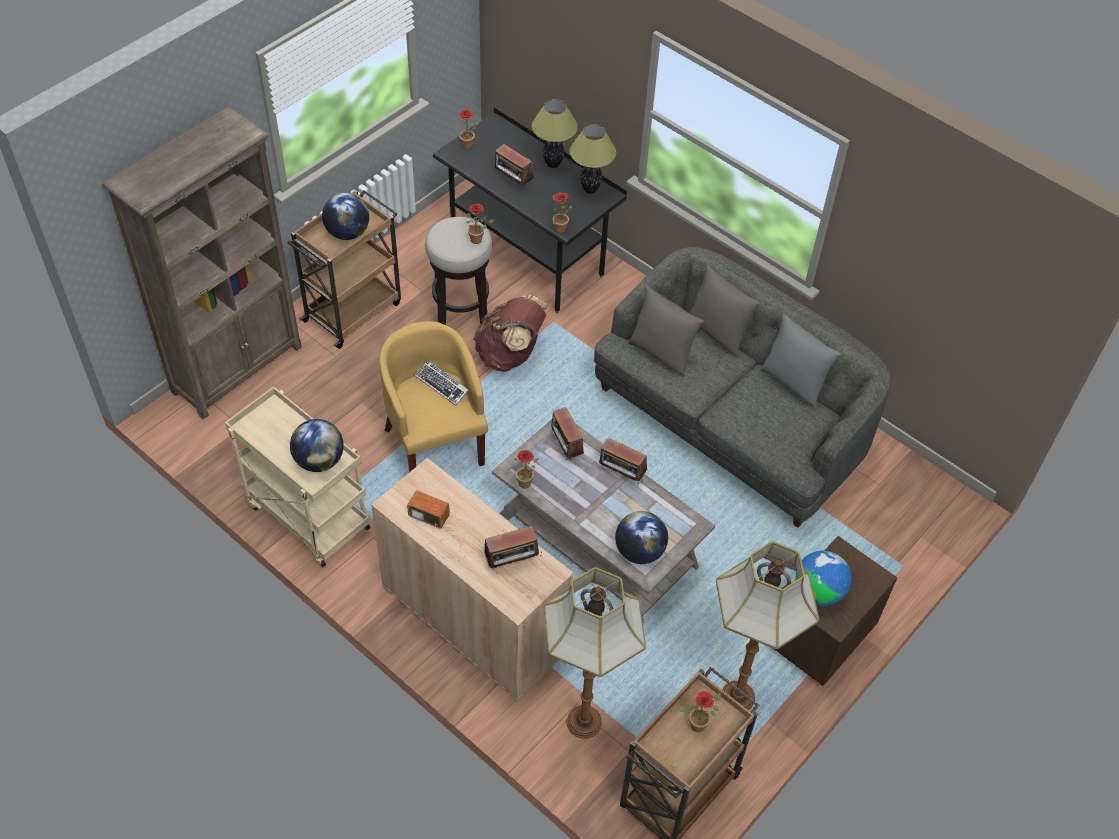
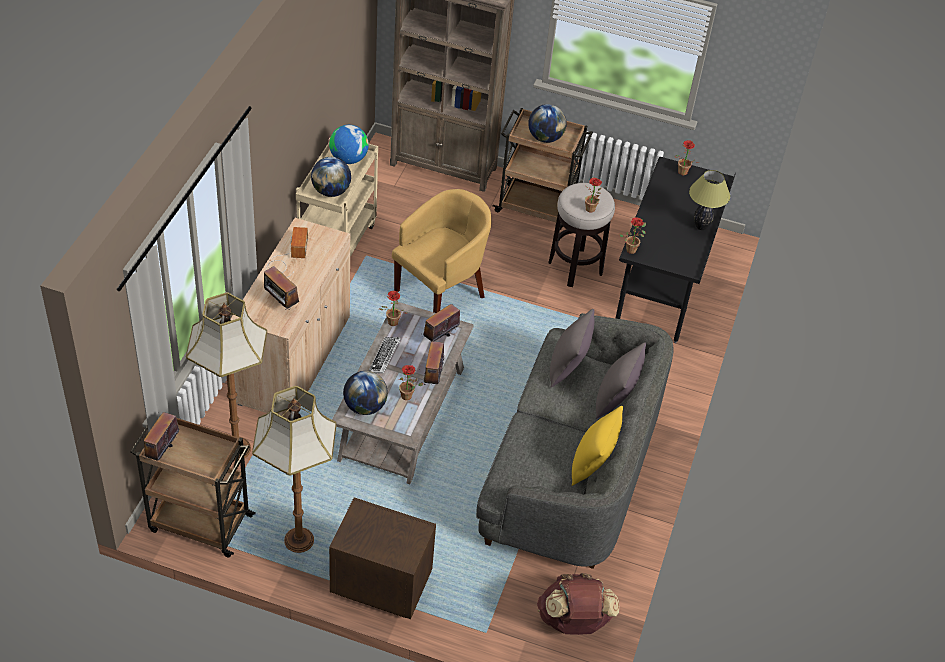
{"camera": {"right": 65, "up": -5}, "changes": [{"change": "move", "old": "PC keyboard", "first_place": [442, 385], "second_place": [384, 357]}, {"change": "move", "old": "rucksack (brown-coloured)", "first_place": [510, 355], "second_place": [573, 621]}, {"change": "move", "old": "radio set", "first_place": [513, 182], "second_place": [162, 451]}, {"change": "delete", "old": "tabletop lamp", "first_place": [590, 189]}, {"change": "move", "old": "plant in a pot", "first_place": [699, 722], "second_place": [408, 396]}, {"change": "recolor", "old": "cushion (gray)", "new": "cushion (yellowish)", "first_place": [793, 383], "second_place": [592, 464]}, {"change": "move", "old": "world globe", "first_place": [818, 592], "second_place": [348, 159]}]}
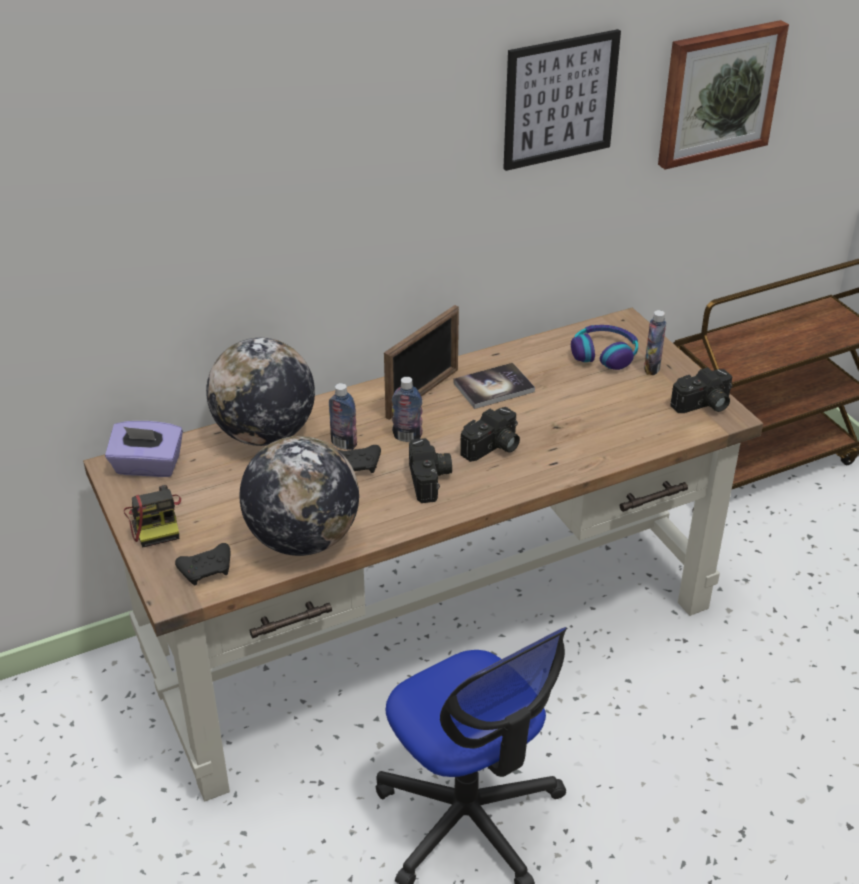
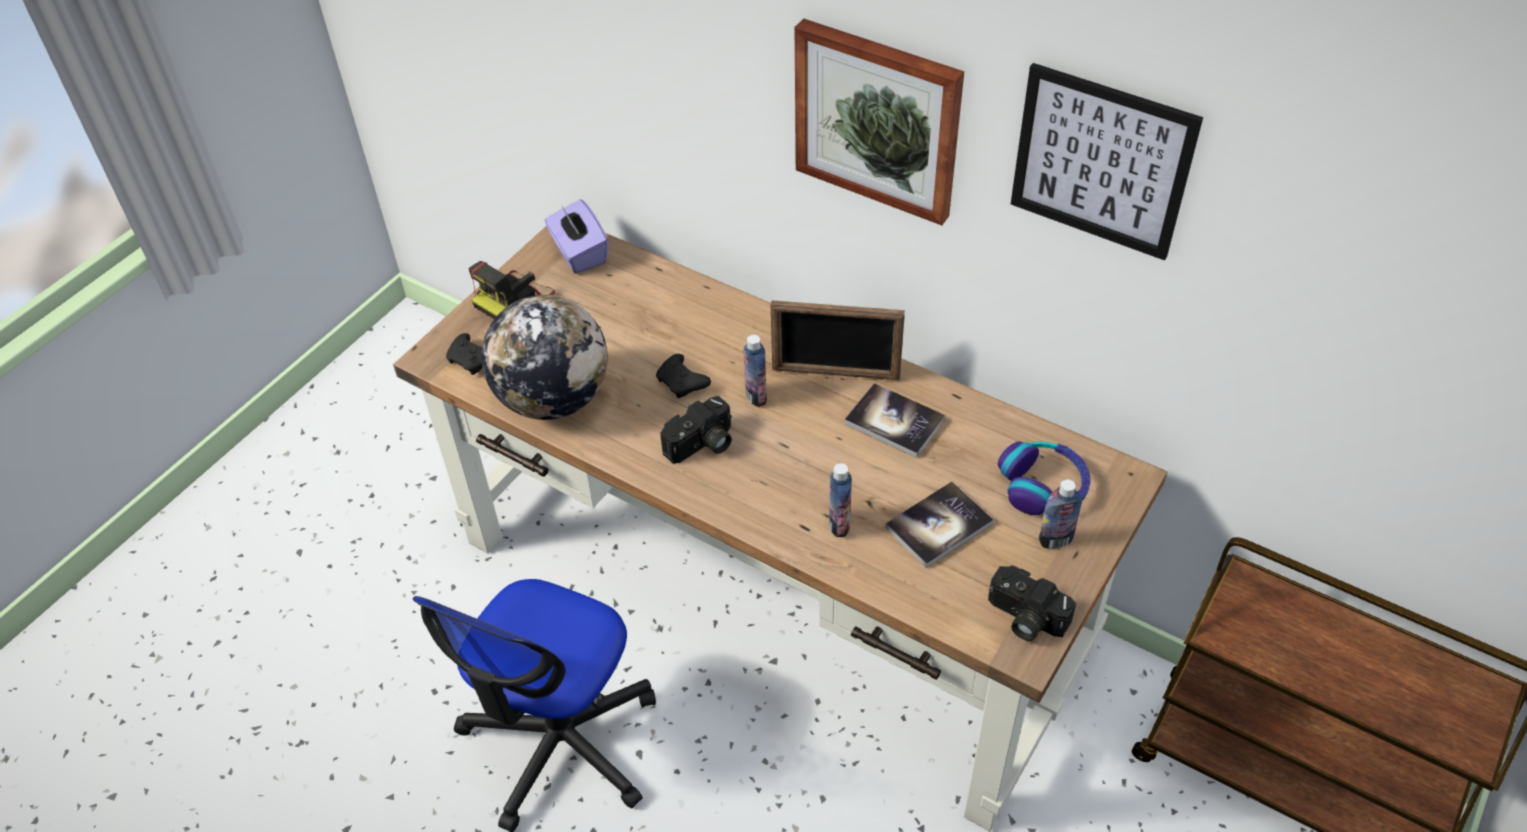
{"camera": {"right": 60, "up": 10}, "changes": [{"change": "delete", "old": "world globe", "first_place": [265, 434]}, {"change": "move", "old": "drink bottle", "first_place": [344, 444], "second_place": [839, 524]}, {"change": "delete", "old": "still camera", "first_place": [493, 448]}, {"change": "move", "old": "picture", "first_place": [718, 93], "second_place": [878, 119]}, {"change": "insert", "new": "book", "second_place": [939, 526]}]}
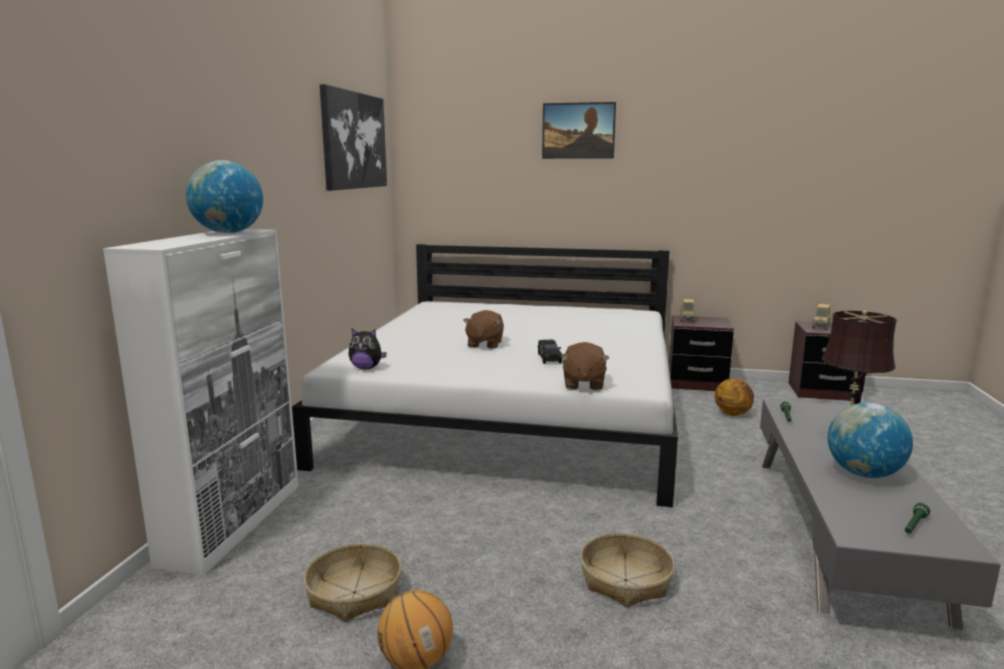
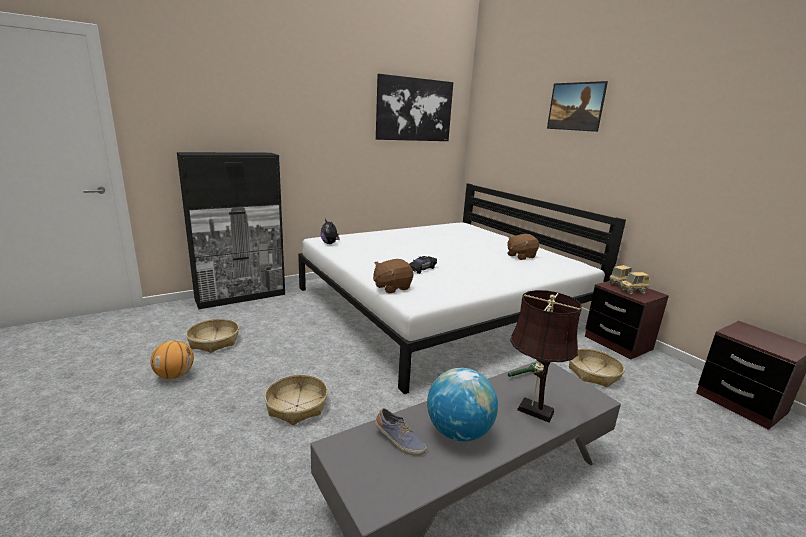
{"camera": {"right": 45, "up": 5}, "changes": [{"change": "recolor", "old": "storage cabinet (whitish)", "new": "storage cabinet (black)", "first_place": [234, 522], "second_place": [241, 296]}, {"change": "delete", "old": "world globe", "first_place": [228, 233]}, {"change": "move", "old": "soft toy (brown-coloured)", "first_place": [484, 344], "second_place": [520, 256]}, {"change": "replace", "old": "basketball ball", "new": "basket", "first_place": [733, 414], "second_place": [593, 373]}, {"change": "move", "old": "toy lorry", "first_place": [820, 327], "second_place": [632, 292]}, {"change": "delete", "old": "torch (greenish)", "first_place": [914, 526]}, {"change": "insert", "new": "shoe", "second_place": [399, 441]}]}
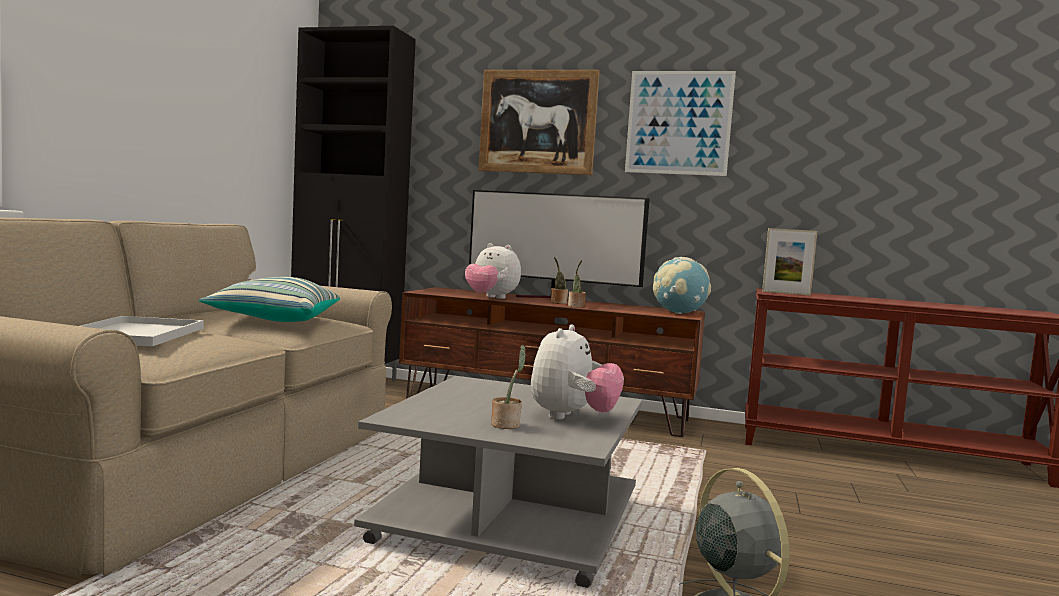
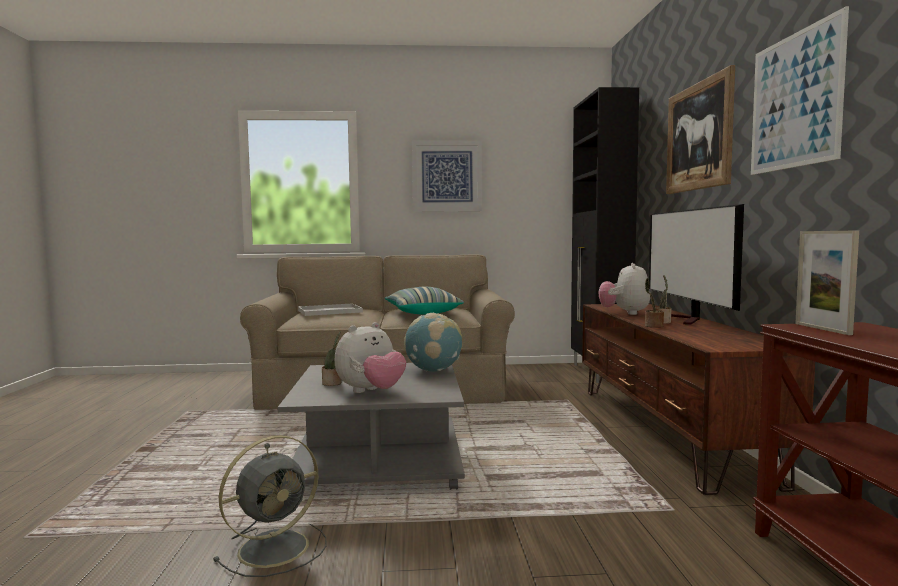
{"camera": {"right": 70, "up": 0}, "changes": [{"change": "rotate", "old": "soft toy", "first_place": [572, 417], "second_place": [371, 392], "degrees": -45}, {"change": "move", "old": "world globe", "first_place": [679, 313], "second_place": [433, 371]}, {"change": "insert", "new": "picture", "second_place": [447, 176]}]}
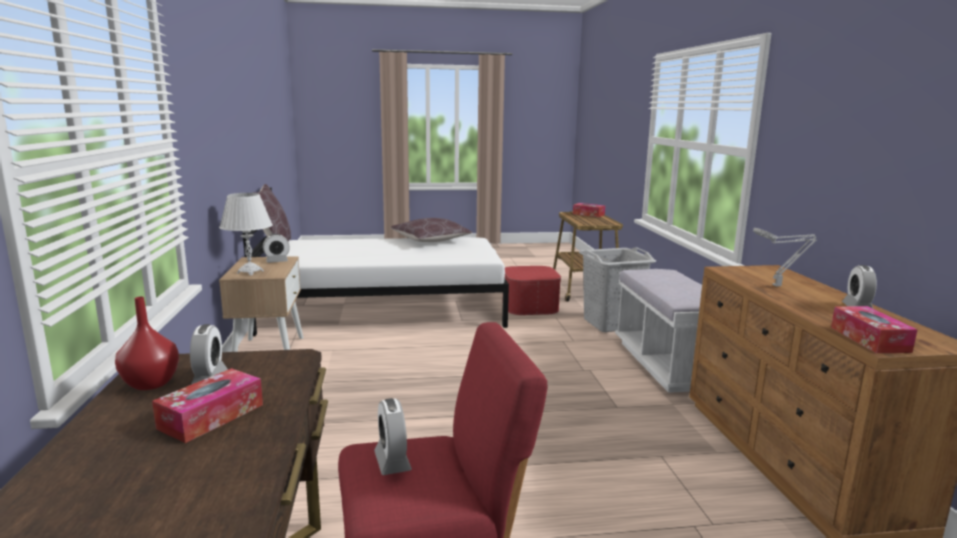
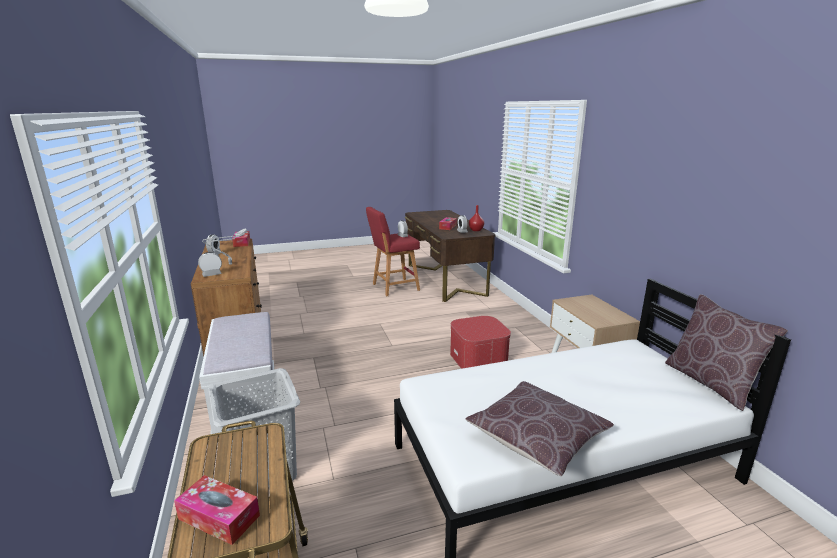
{"camera": {"right": 170, "up": 5}, "changes": [{"change": "delete", "old": "tabletop lamp (whitish)", "first_place": [250, 272]}, {"change": "move", "old": "table clock", "first_place": [277, 261], "second_place": [212, 274]}, {"change": "move", "old": "ottoman", "first_place": [529, 306], "second_place": [478, 357]}]}
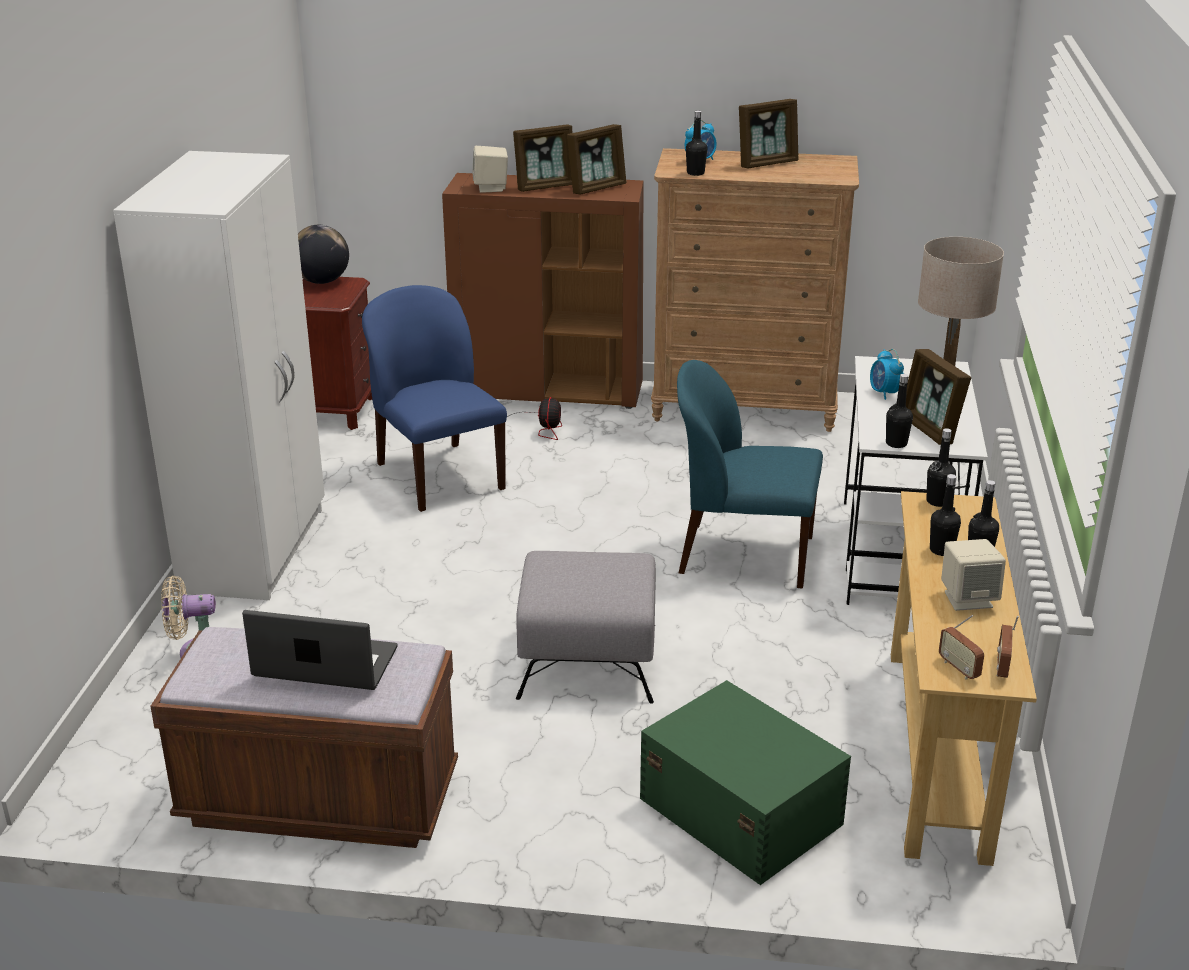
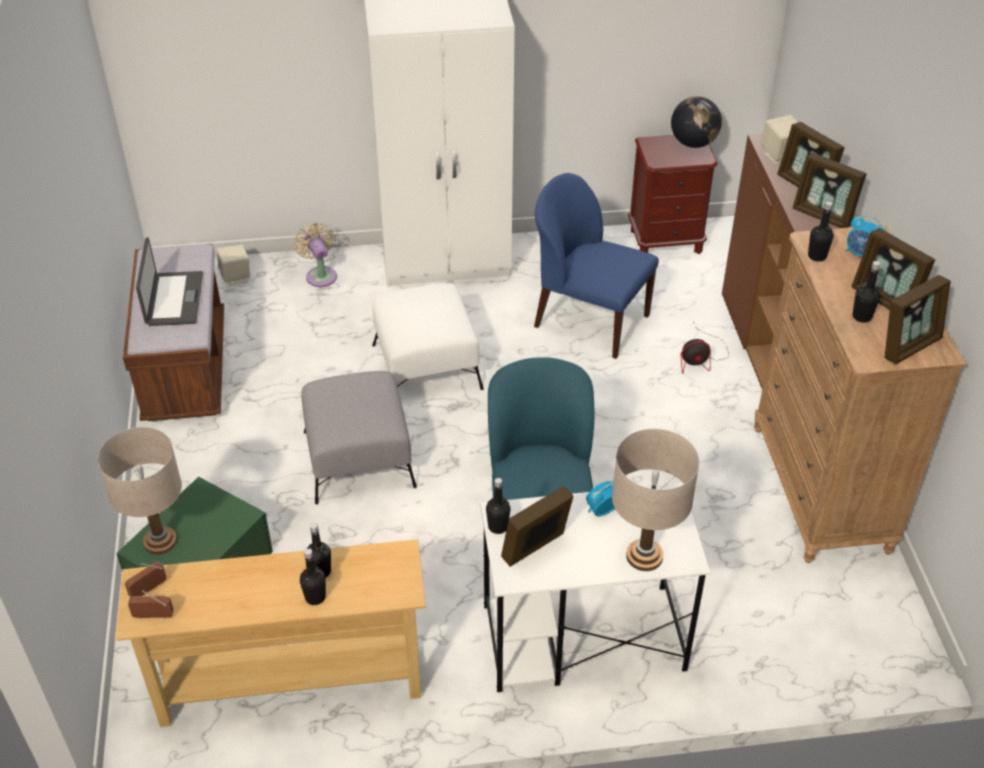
{"camera": {"right": 75, "up": 15}, "changes": [{"change": "rotate", "old": "chair (blue)", "first_place": [438, 475], "second_place": [589, 320], "degrees": -105}, {"change": "move", "old": "drink bottle (black)", "first_place": [937, 501], "second_place": [862, 316]}, {"change": "move", "old": "speaker (beige-coloured)", "first_place": [968, 599], "second_place": [236, 277]}, {"change": "insert", "new": "tabletop lamp (beige-coloured)", "second_place": [160, 542]}, {"change": "insert", "new": "ottoman (whitish)", "second_place": [426, 367]}, {"change": "insert", "new": "photo frame", "second_place": [909, 346]}]}
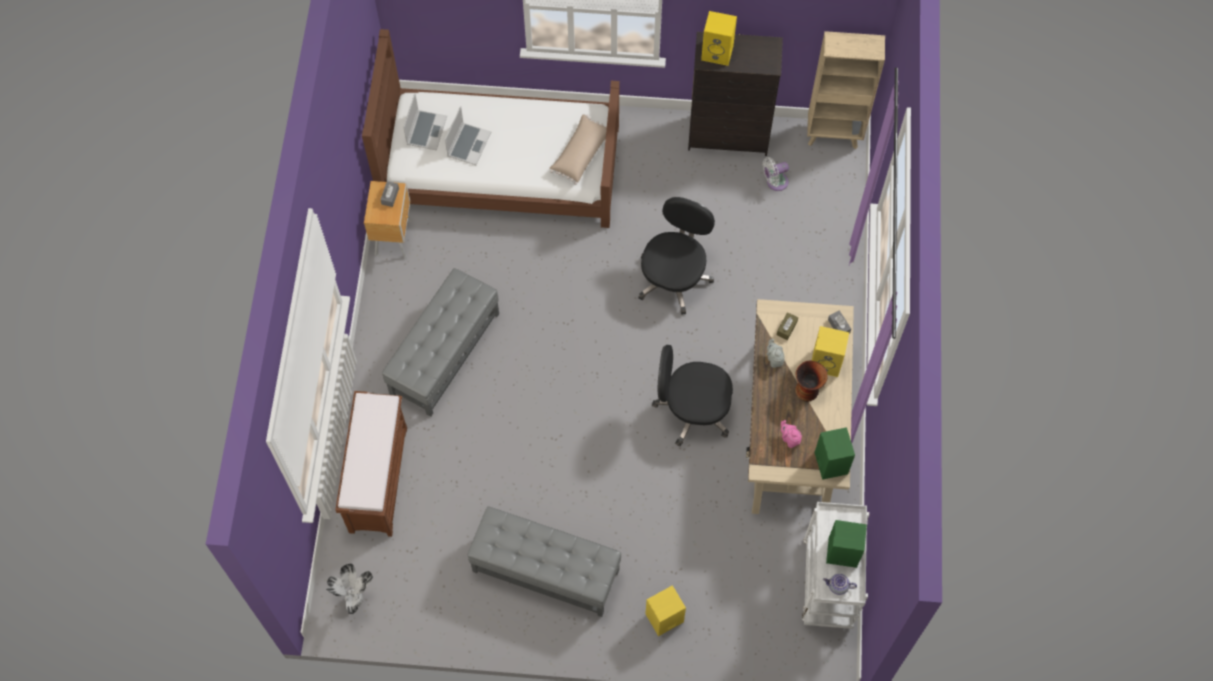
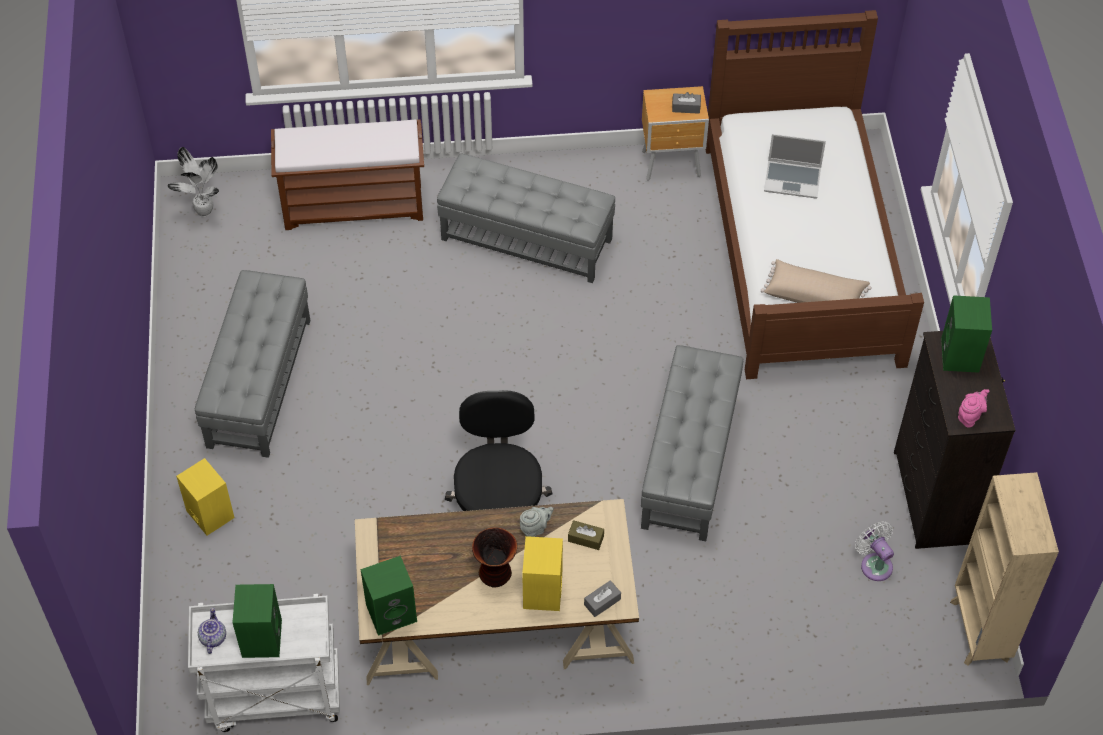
{"camera": {"right": 80, "up": -10}, "changes": [{"change": "delete", "old": "notebook computer", "first_place": [426, 130]}, {"change": "replace", "old": "computer chair (black)", "new": "ottoman (gray)", "first_place": [674, 277], "second_place": [690, 462]}, {"change": "recolor", "old": "speaker (yellowish)", "new": "speaker (greenish)", "first_place": [718, 52], "second_place": [961, 356]}, {"change": "move", "old": "teapot (pinkish)", "first_place": [789, 439], "second_place": [970, 416]}]}
